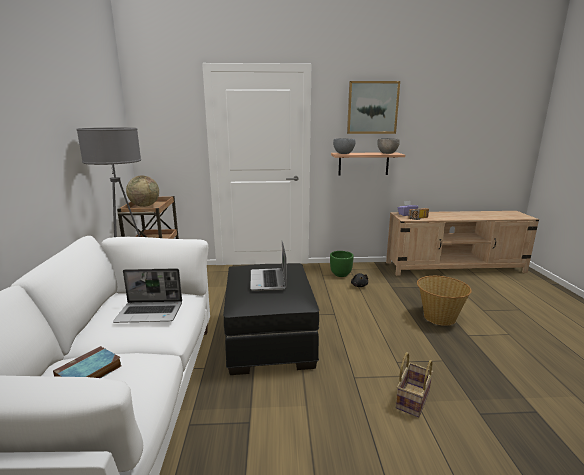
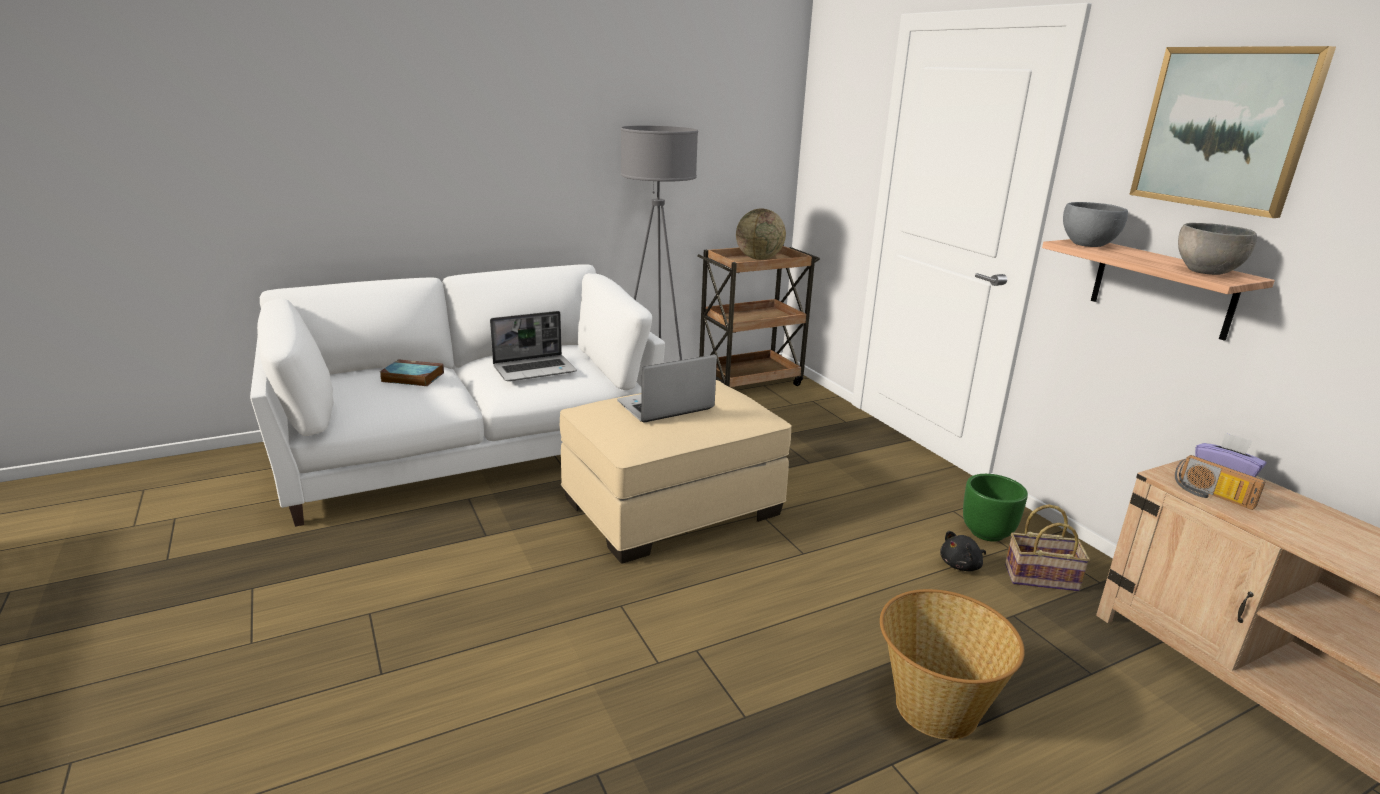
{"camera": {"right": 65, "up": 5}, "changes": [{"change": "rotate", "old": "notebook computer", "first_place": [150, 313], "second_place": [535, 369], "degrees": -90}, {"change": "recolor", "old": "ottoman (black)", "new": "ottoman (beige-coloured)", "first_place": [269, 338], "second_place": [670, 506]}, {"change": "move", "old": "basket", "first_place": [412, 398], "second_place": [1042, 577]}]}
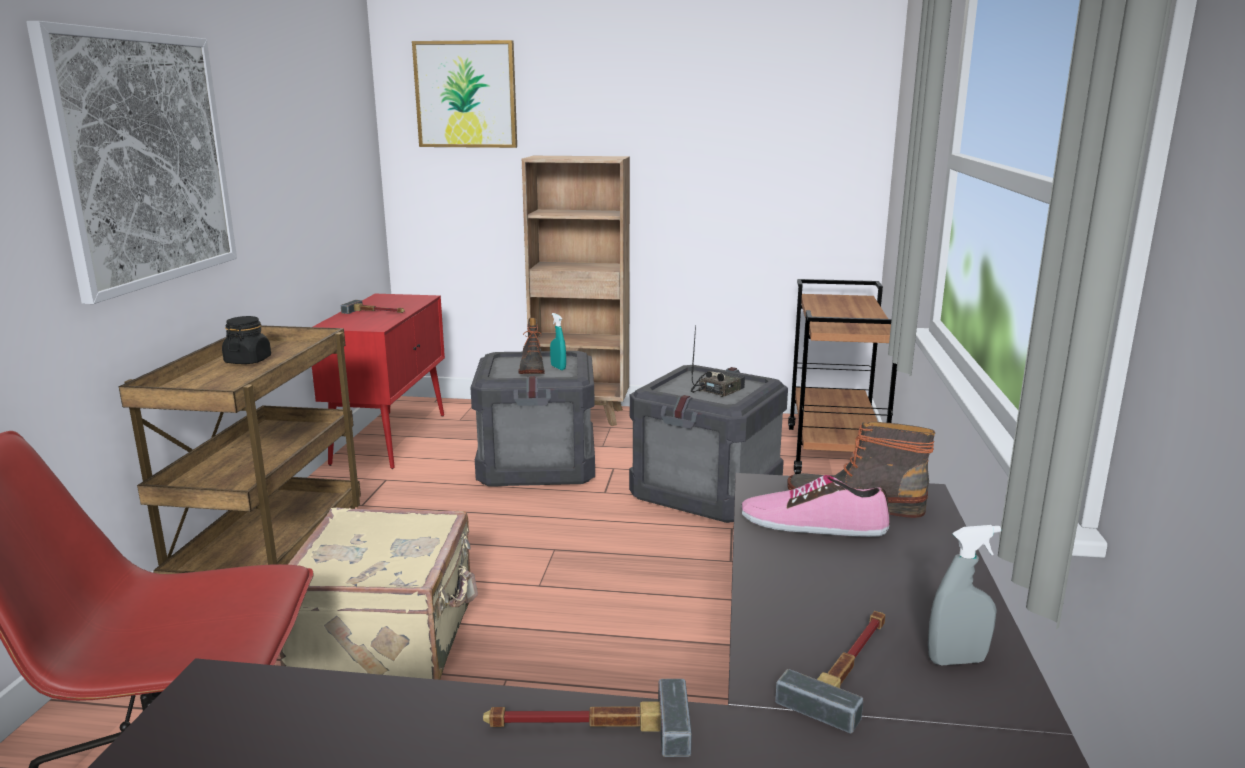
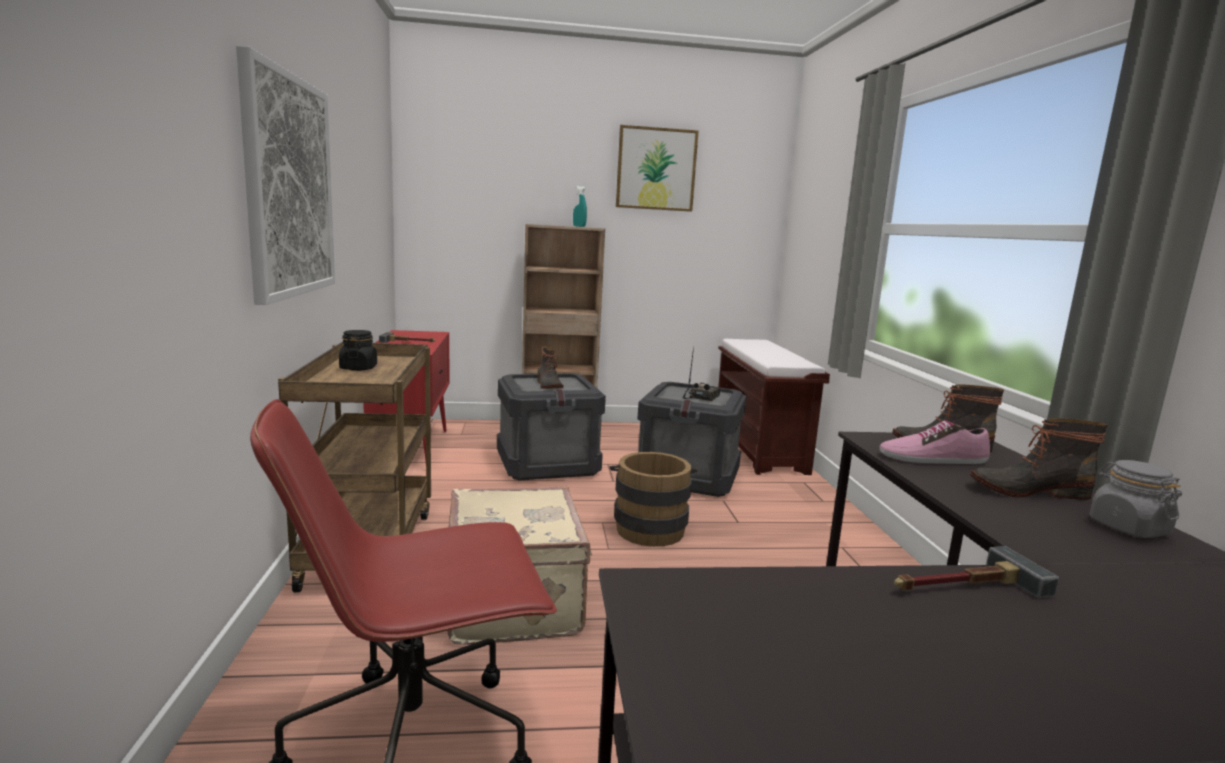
{"camera": {"right": -15, "up": -5}, "changes": [{"change": "move", "old": "picture", "first_place": [466, 94], "second_place": [656, 169]}, {"change": "move", "old": "hand sprayer (turquoise)", "first_place": [558, 368], "second_place": [579, 226]}, {"change": "delete", "old": "tool hammer", "first_place": [849, 667]}, {"change": "replace", "old": "wheeled cart (brown-coloured)", "new": "long seat (brown-coloured)", "first_place": [835, 454], "second_place": [759, 449]}, {"change": "replace", "old": "hand sprayer (gray)", "new": "storage jar (gray)", "first_place": [957, 660], "second_place": [1128, 528]}, {"change": "insert", "new": "bucket (brown-coloured)", "second_place": [649, 527]}, {"change": "insert", "new": "high-top boot", "second_place": [1027, 490]}]}
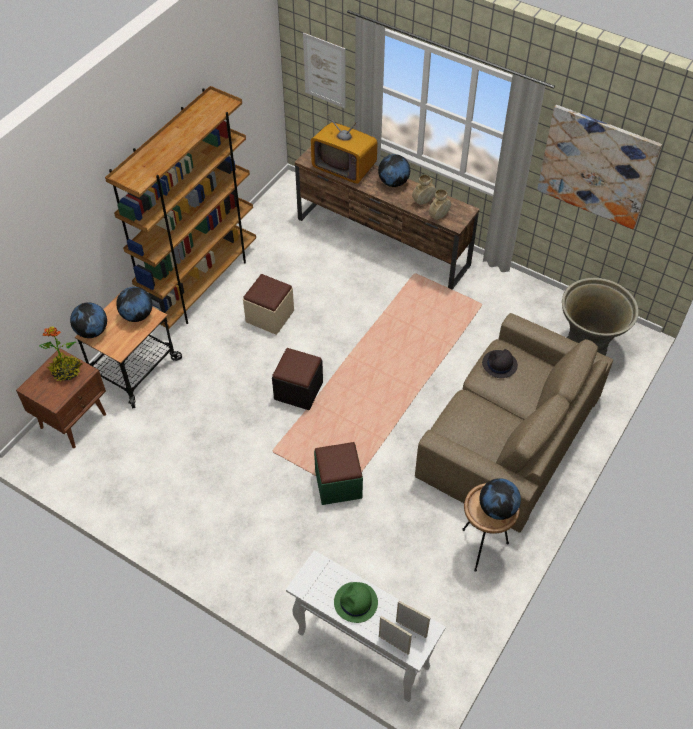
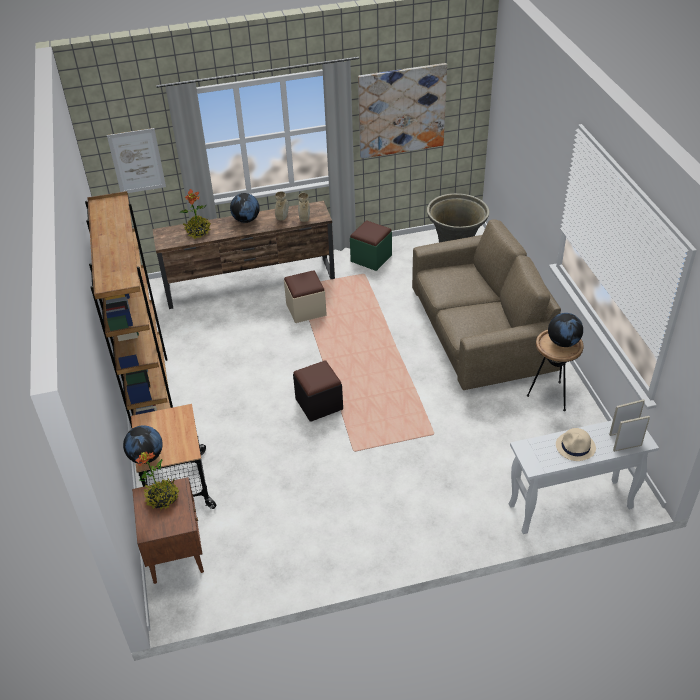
{"camera": {"right": -45, "up": -10}, "changes": [{"change": "delete", "old": "world globe", "first_place": [137, 315]}, {"change": "move", "old": "ottoman (beige-coloured)", "first_place": [270, 316], "second_place": [306, 310]}, {"change": "replace", "old": "television", "new": "plant in a pot", "first_place": [344, 167], "second_place": [198, 232]}, {"change": "move", "old": "ottoman (greenish)", "first_place": [338, 484], "second_place": [371, 258]}, {"change": "recolor", "old": "wearable hat (greenish)", "new": "wearable hat (beige-coloured)", "first_place": [356, 603], "second_place": [575, 447]}, {"change": "delete", "old": "wearable hat (black)", "first_place": [499, 364]}]}
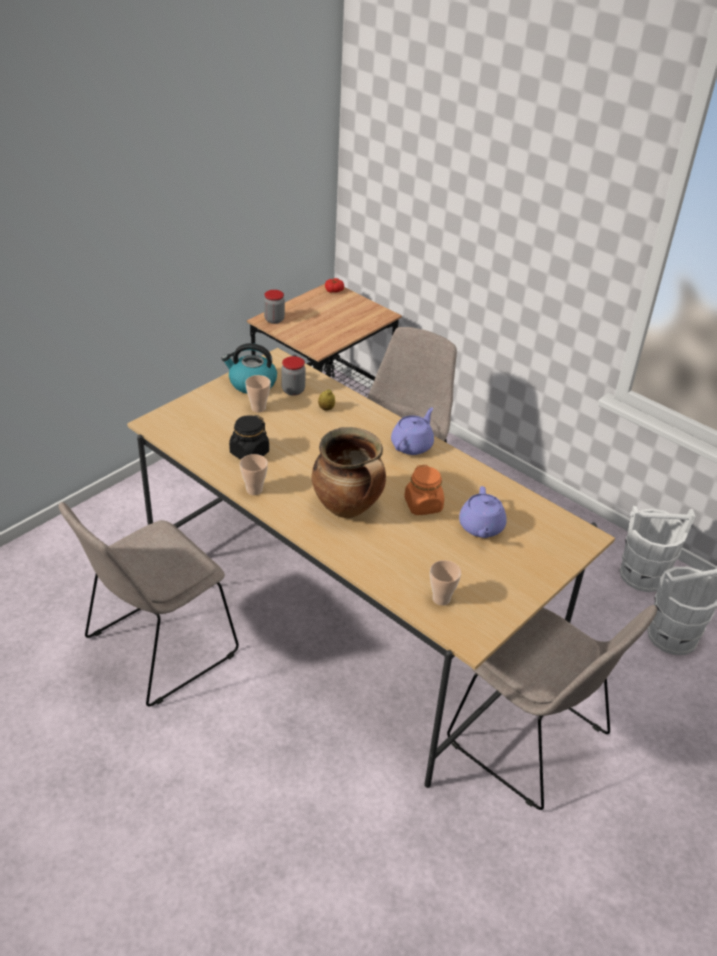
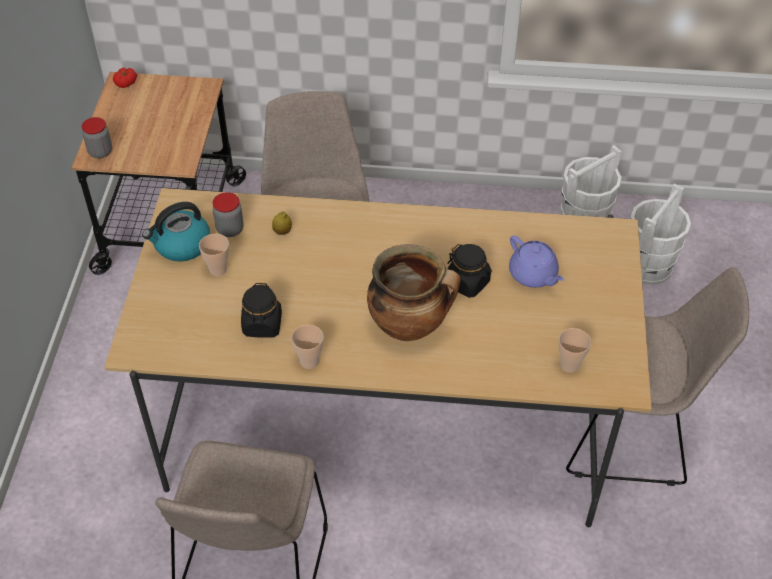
{"camera": {"right": -35, "up": 10}, "changes": [{"change": "delete", "old": "teapot (purple-coloured)", "first_place": [412, 445]}, {"change": "recolor", "old": "storage jar (orange)", "new": "storage jar (black)", "first_place": [423, 505], "second_place": [468, 283]}]}
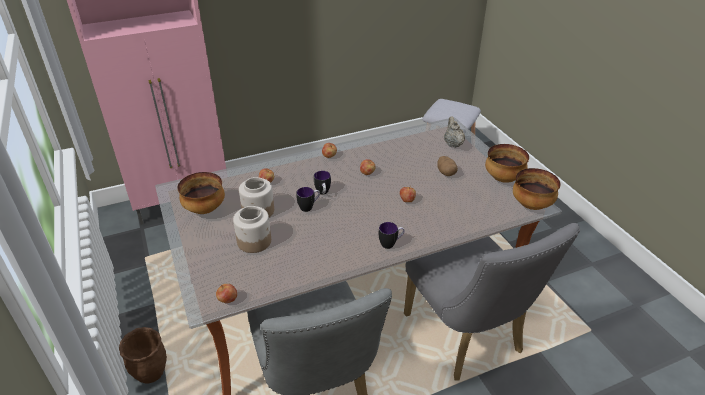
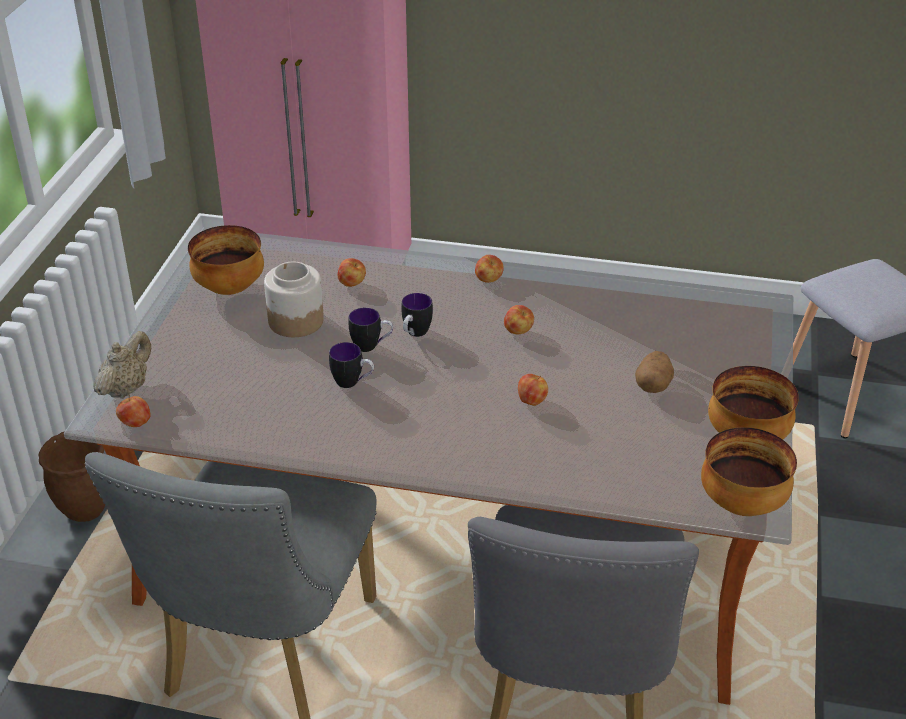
{"camera": {"right": 35, "up": 0}, "changes": [{"change": "delete", "old": "storage jar", "first_place": [254, 241]}, {"change": "move", "old": "coffee mug", "first_place": [391, 244], "second_place": [353, 383]}, {"change": "move", "old": "teapot (beige-coloured)", "first_place": [453, 144], "second_place": [126, 389]}]}
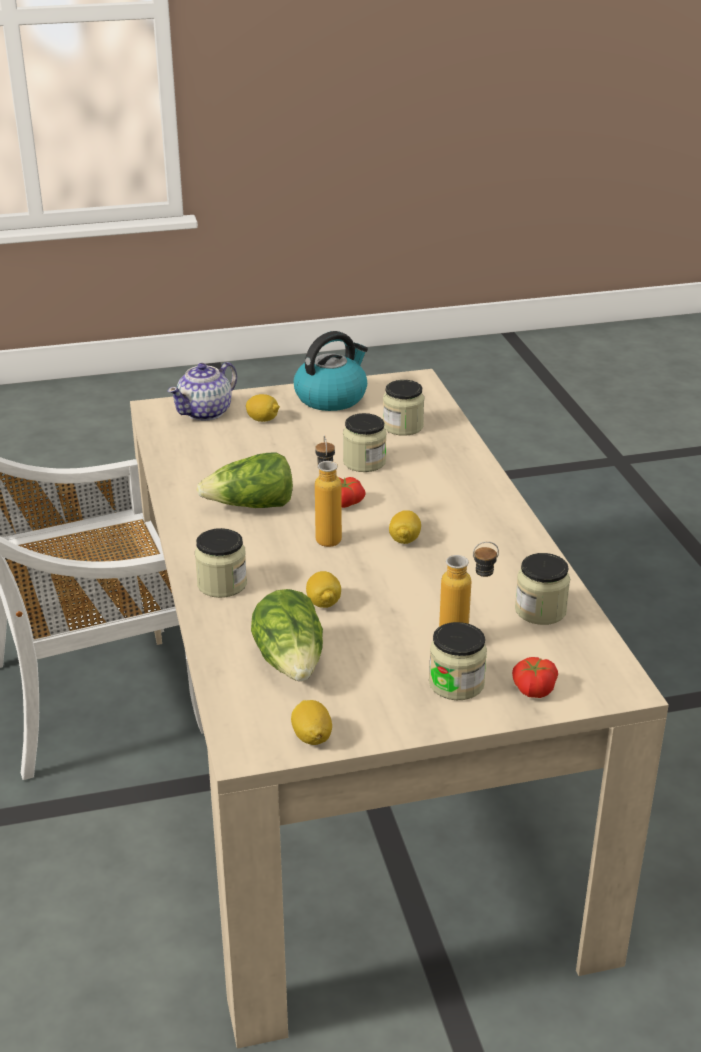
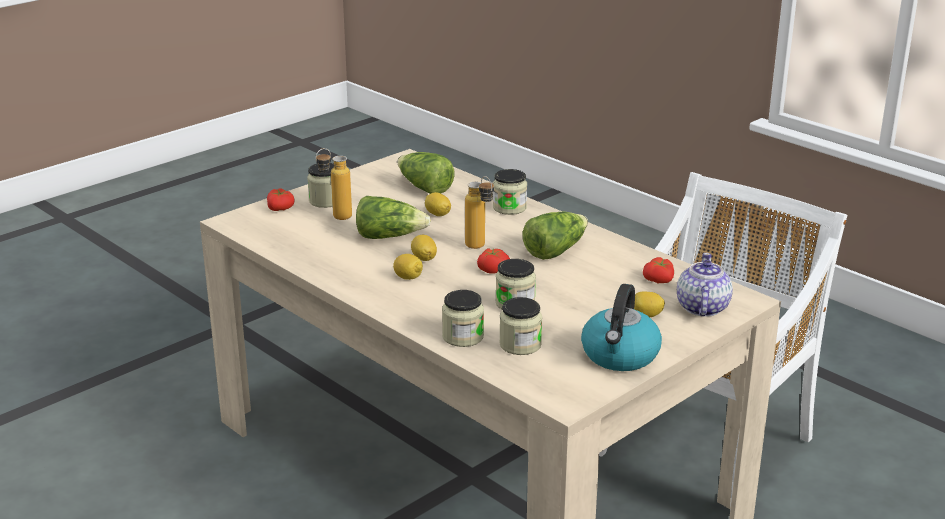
{"camera": {"right": 150, "up": -5}, "changes": [{"change": "move", "old": "citrus fruit", "first_place": [312, 737], "second_place": [408, 277]}, {"change": "move", "old": "storage jar", "first_place": [540, 610], "second_place": [463, 337]}, {"change": "insert", "new": "lettuce head", "second_place": [389, 236]}, {"change": "insert", "new": "fresh tomato", "second_place": [659, 281]}]}
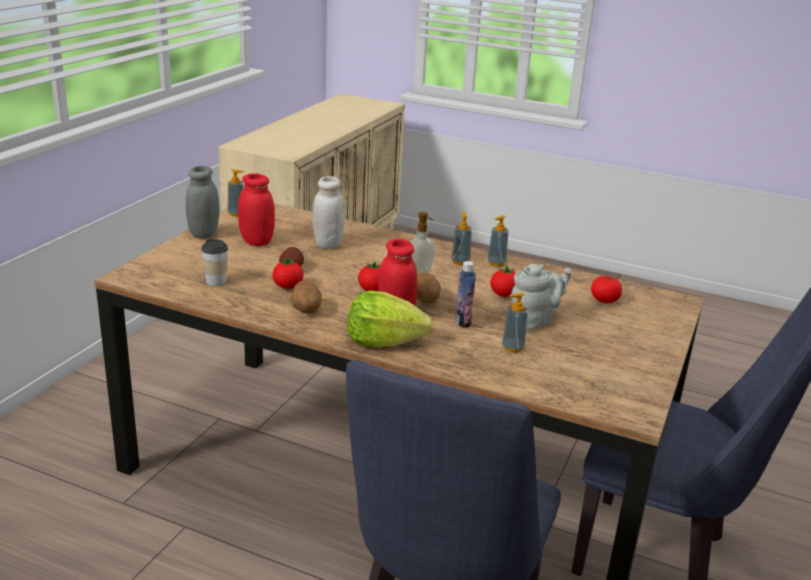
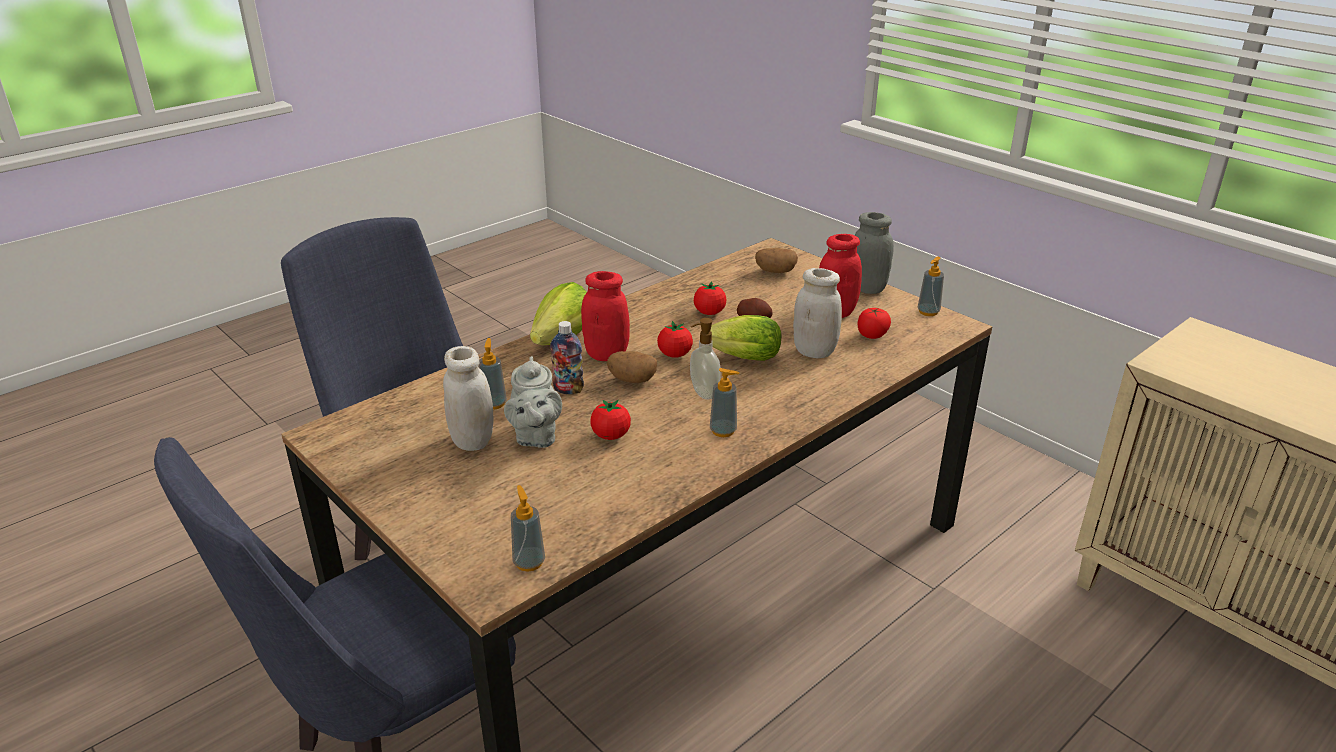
{"camera": {"right": 115, "up": 5}, "changes": [{"change": "delete", "old": "drinking cup", "first_place": [216, 281]}, {"change": "move", "old": "potato", "first_place": [306, 310], "second_place": [775, 271]}, {"change": "move", "old": "liquid soap bottle", "first_place": [496, 263], "second_place": [529, 562]}, {"change": "move", "old": "fresh tomato", "first_place": [604, 300], "second_place": [872, 335]}, {"change": "insert", "new": "storage jar (whitish)", "second_place": [472, 440]}, {"change": "insert", "new": "lettuce head", "second_place": [740, 358]}]}
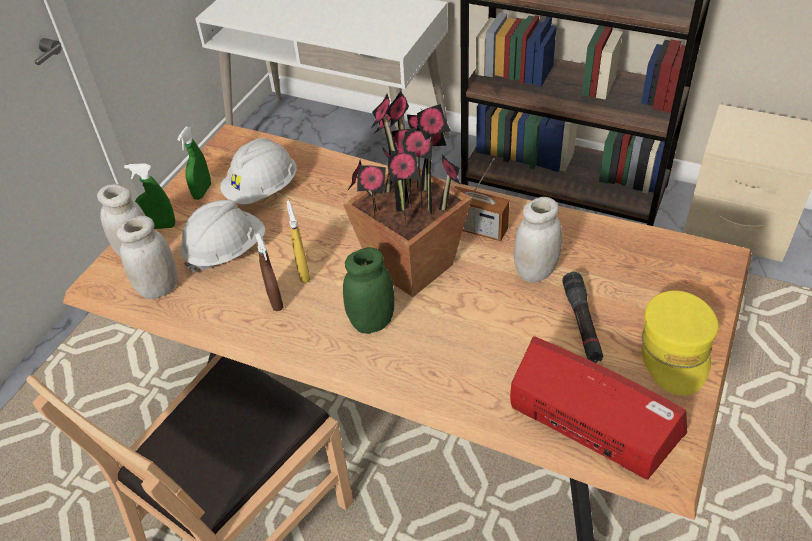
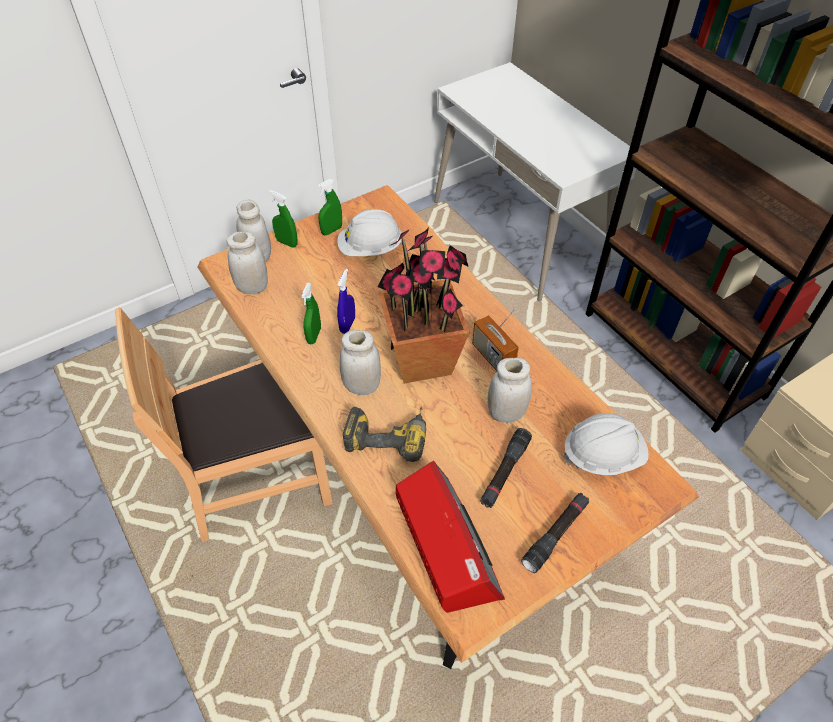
{"camera": {"right": 30, "up": 5}, "changes": [{"change": "move", "old": "work helmet (whitish)", "first_place": [226, 251], "second_place": [602, 455]}, {"change": "recolor", "old": "hand sprayer (brown-coloured)", "new": "hand sprayer (greenish)", "first_place": [275, 301], "second_place": [314, 335]}, {"change": "recolor", "old": "hand sprayer (yellowish)", "new": "hand sprayer (blue)", "first_place": [303, 272], "second_place": [347, 325]}, {"change": "recolor", "old": "storage jar (greenish)", "new": "storage jar (whitish)", "first_place": [372, 322], "second_place": [362, 386]}, {"change": "replace", "old": "baseball cap (yellowish)", "new": "torch (black)", "first_place": [675, 351], "second_place": [555, 535]}, {"change": "insert", "new": "electric drill", "second_place": [388, 435]}]}
